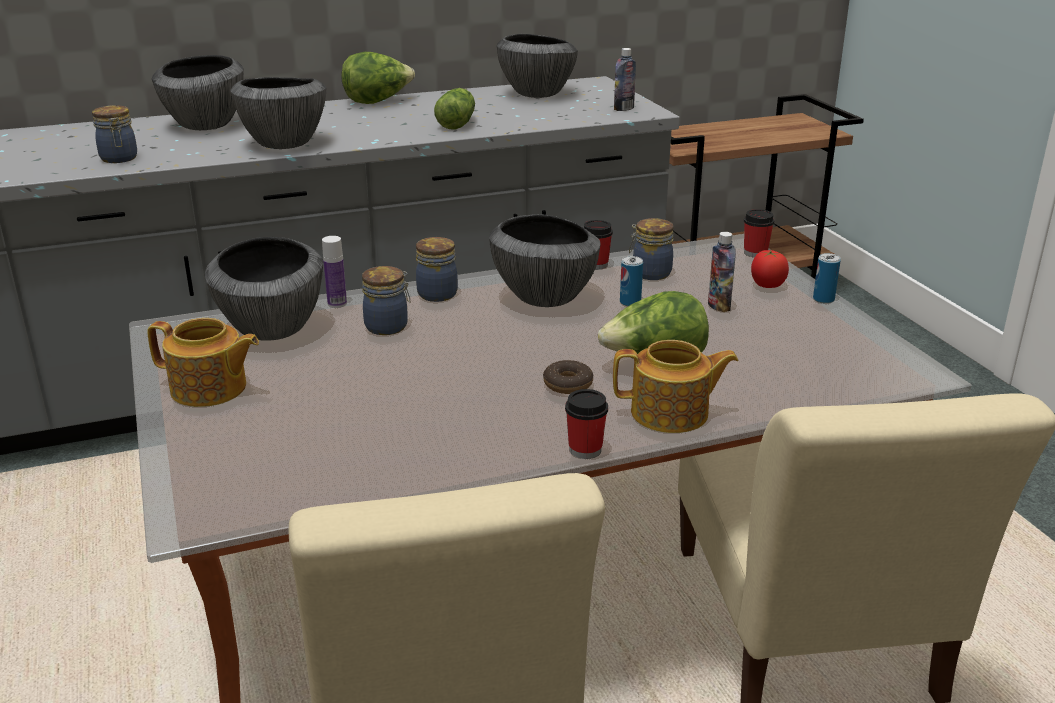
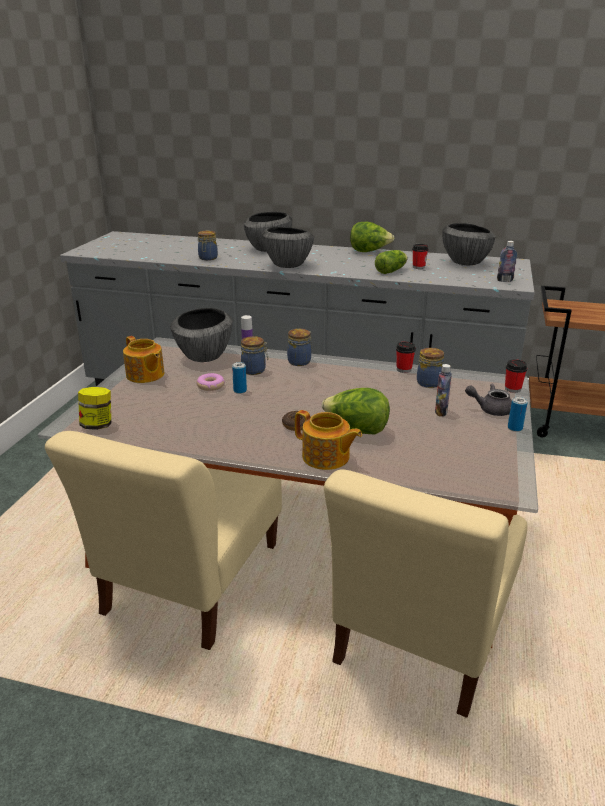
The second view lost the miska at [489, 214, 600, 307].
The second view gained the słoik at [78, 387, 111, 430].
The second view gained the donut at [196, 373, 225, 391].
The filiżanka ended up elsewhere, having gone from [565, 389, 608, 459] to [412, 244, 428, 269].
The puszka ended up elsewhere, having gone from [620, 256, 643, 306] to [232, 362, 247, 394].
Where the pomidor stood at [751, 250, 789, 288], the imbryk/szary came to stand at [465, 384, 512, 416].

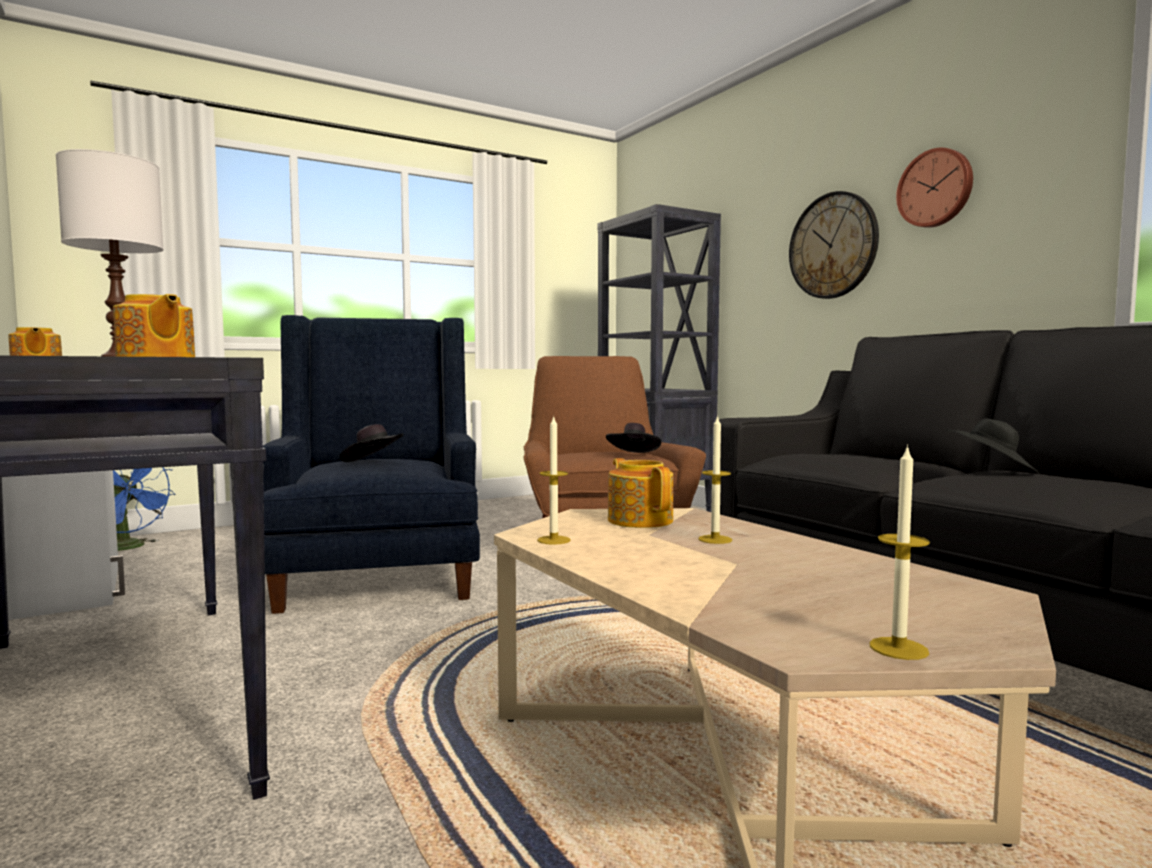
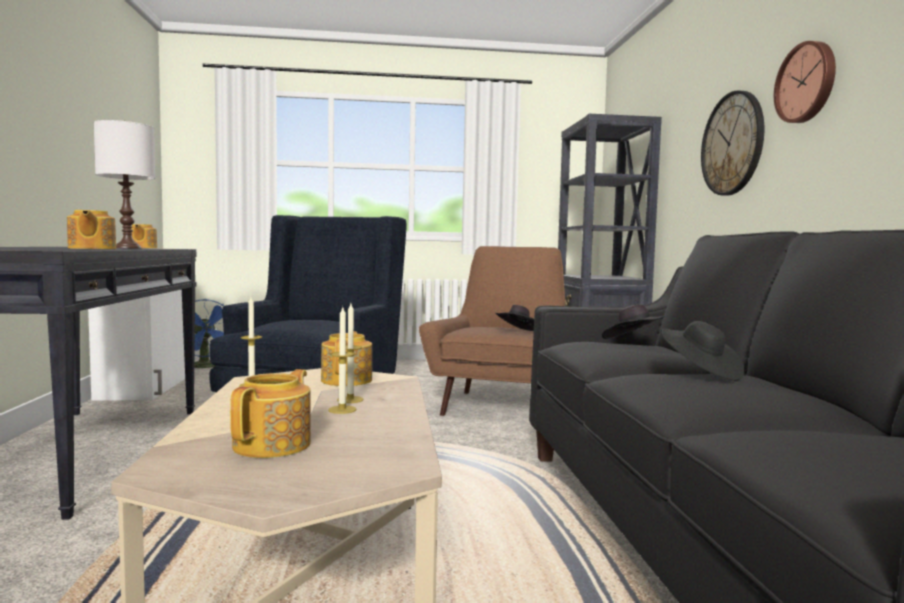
The second view gained the imbryk at [230, 369, 311, 458].
The kapelusz/czarny ended up elsewhere, having gone from [340, 424, 404, 462] to [602, 305, 666, 339].
The świeca ended up elsewhere, having gone from [869, 445, 930, 660] to [328, 307, 356, 414].

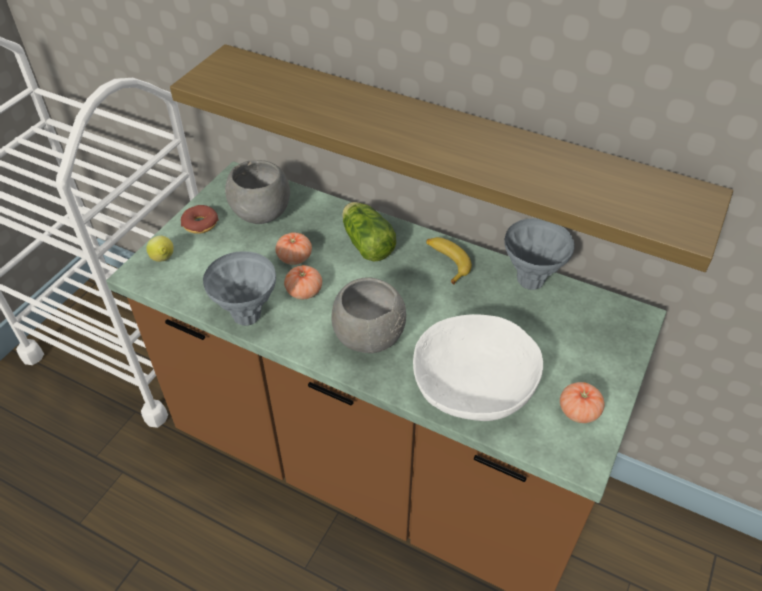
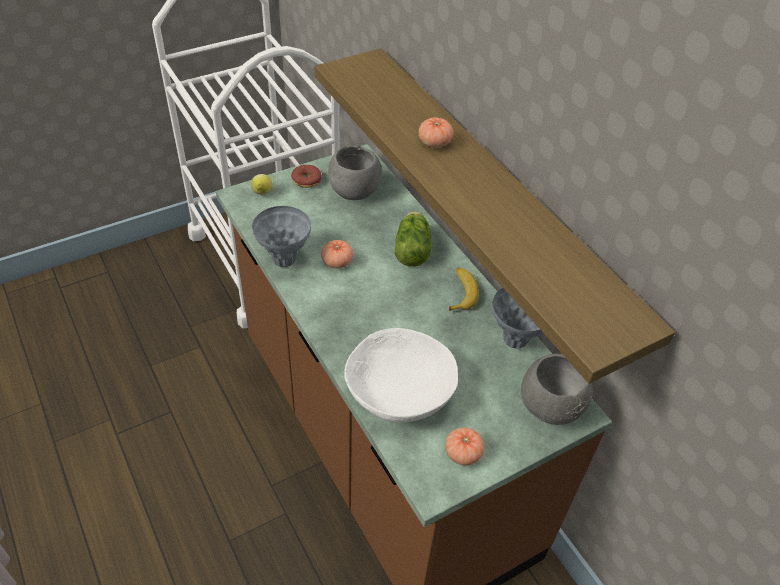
The pomidor ended up elsewhere, having gone from [275, 232, 312, 265] to [419, 117, 453, 148].
The miska/szary ended up elsewhere, having gone from [331, 277, 406, 353] to [521, 354, 593, 425].

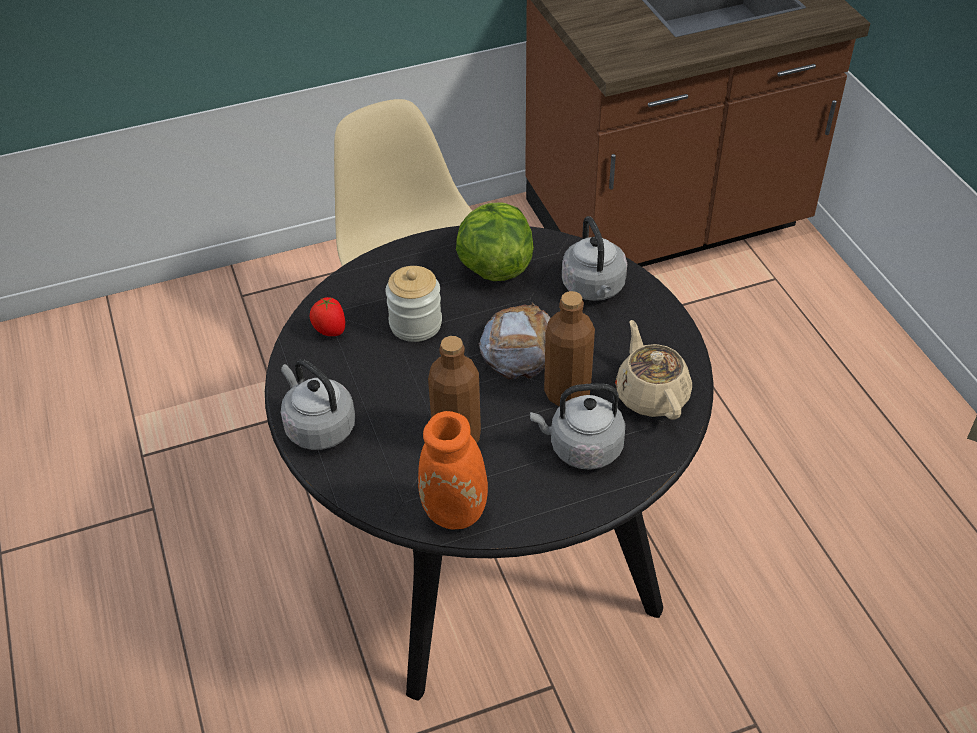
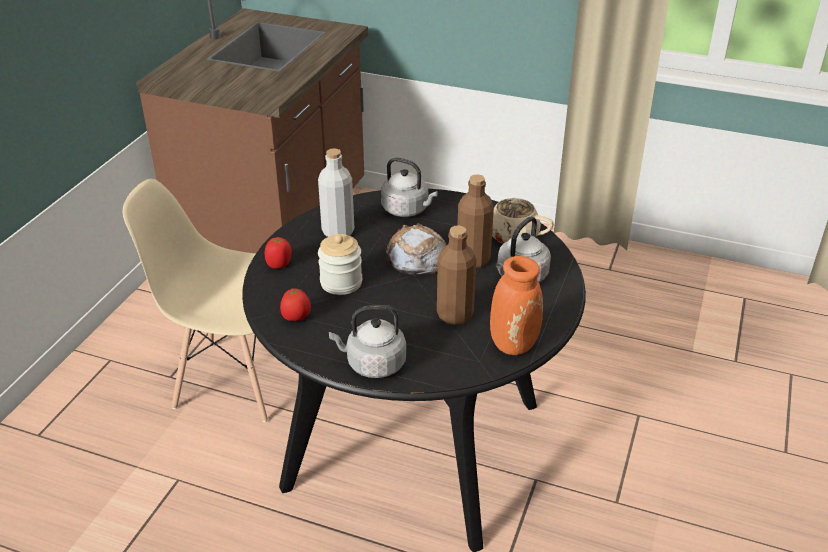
The second view gained the pomidor at [265, 237, 292, 269].
Where the sałata stood at [456, 202, 534, 281], the butelka/szary came to stand at [318, 148, 354, 237].

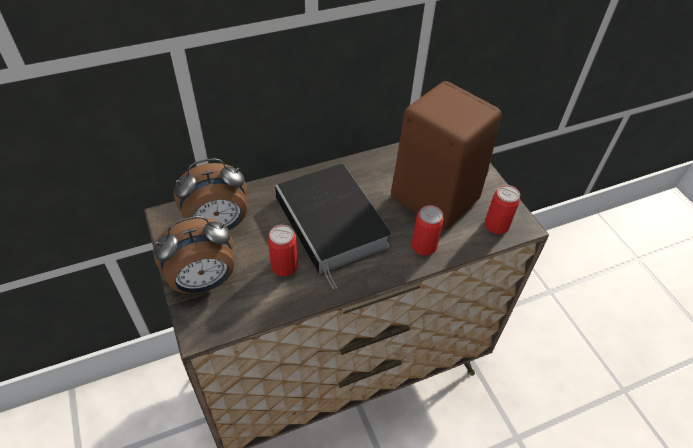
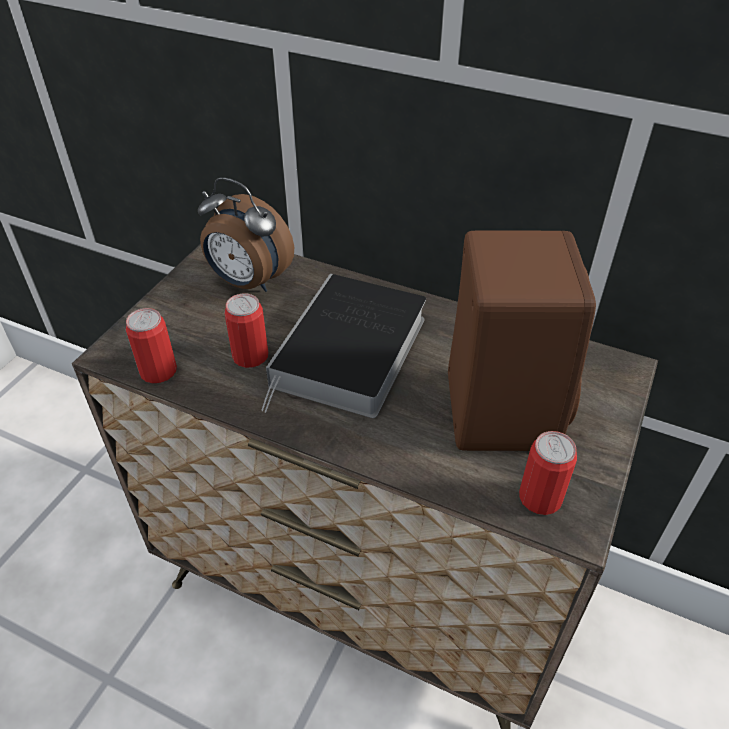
The second view lost the budzik at [153, 216, 234, 294].
The puszka ended up elsewhere, having gone from [411, 205, 444, 256] to [126, 308, 177, 383].

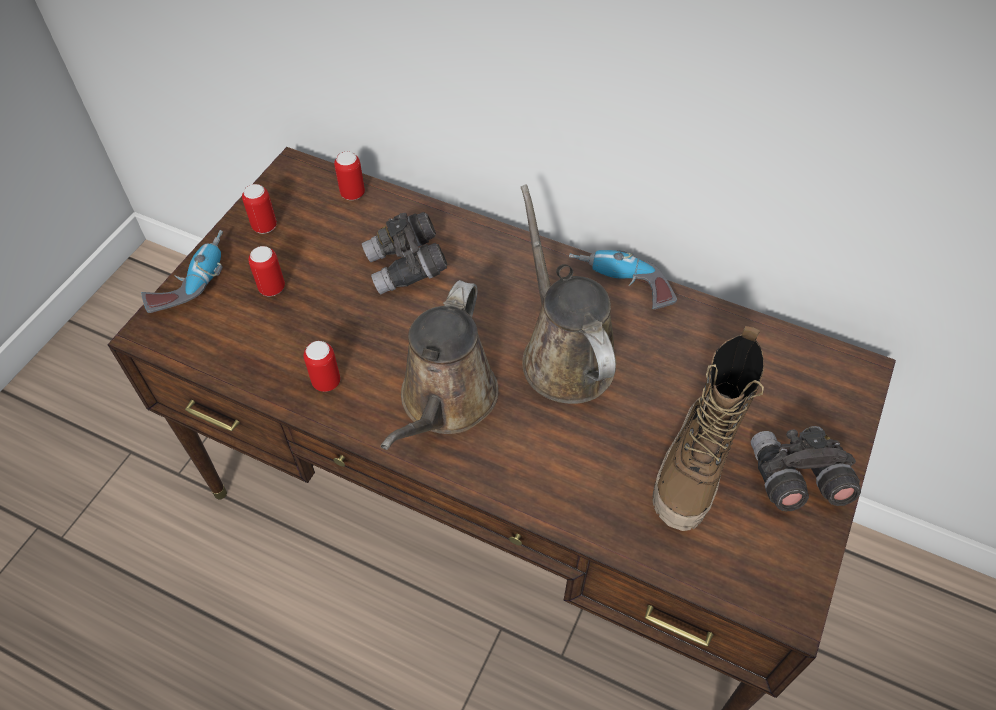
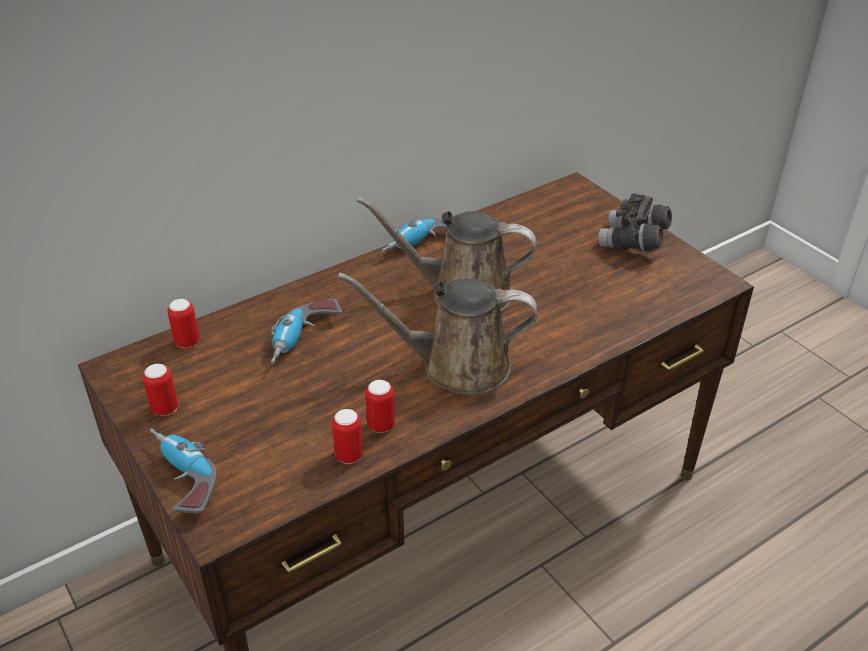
The second view lost the but z cholewką at [652, 326, 765, 531].
The puszka ended up elsewhere, having gone from [248, 246, 285, 296] to [332, 409, 363, 464].
Where the lornetka/szary stood at [362, 212, 448, 295], the wiertarka came to stand at [270, 298, 342, 364].
The konewka/brązowy at [380, 280, 499, 450] ended up facing another way, 135 degrees clockwise from before.

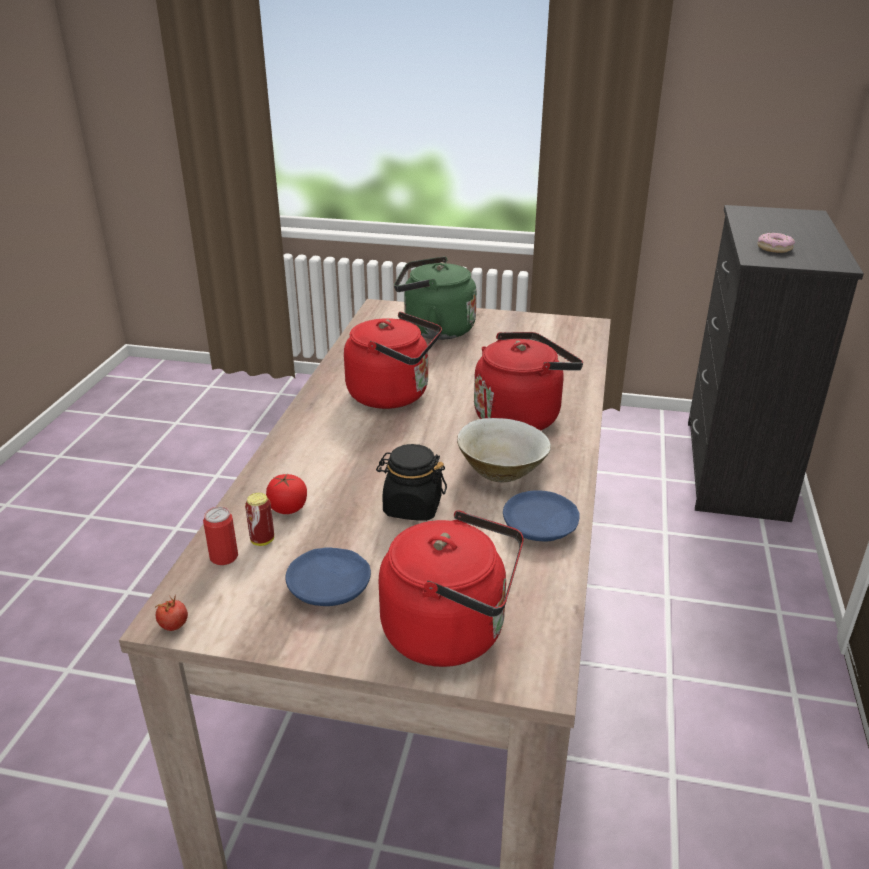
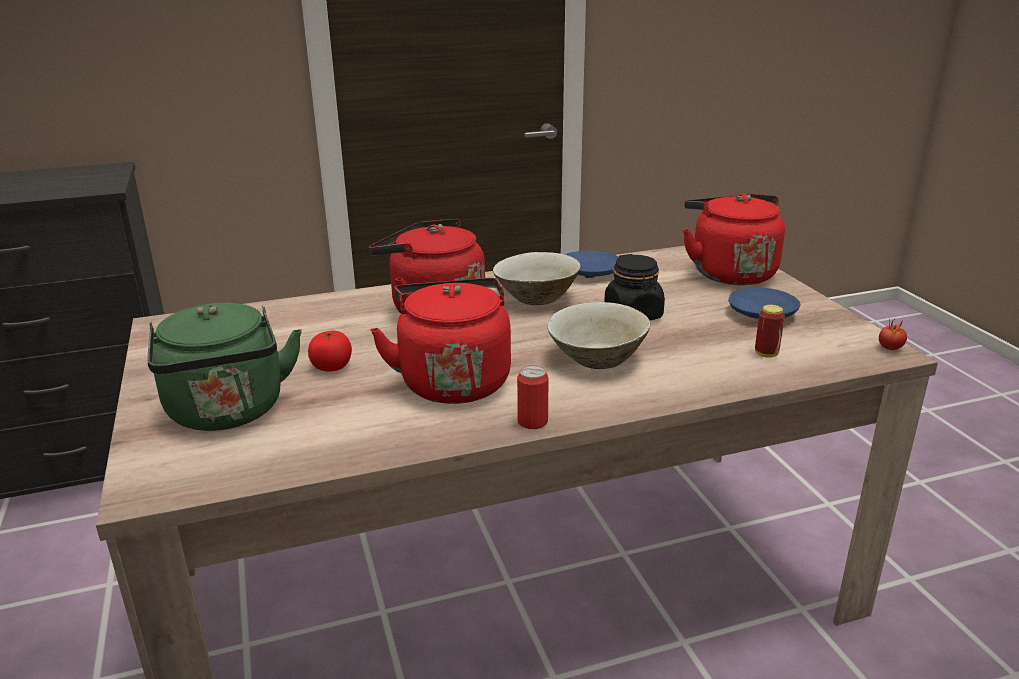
The second view lost the donut at [758, 233, 795, 253].
The second view gained the miska/beżowy at [548, 302, 651, 369].
The puszka ended up elsewhere, having gone from [203, 507, 238, 565] to [517, 365, 549, 429].
The pomidor ended up elsewhere, having gone from [266, 474, 307, 514] to [308, 331, 352, 372].

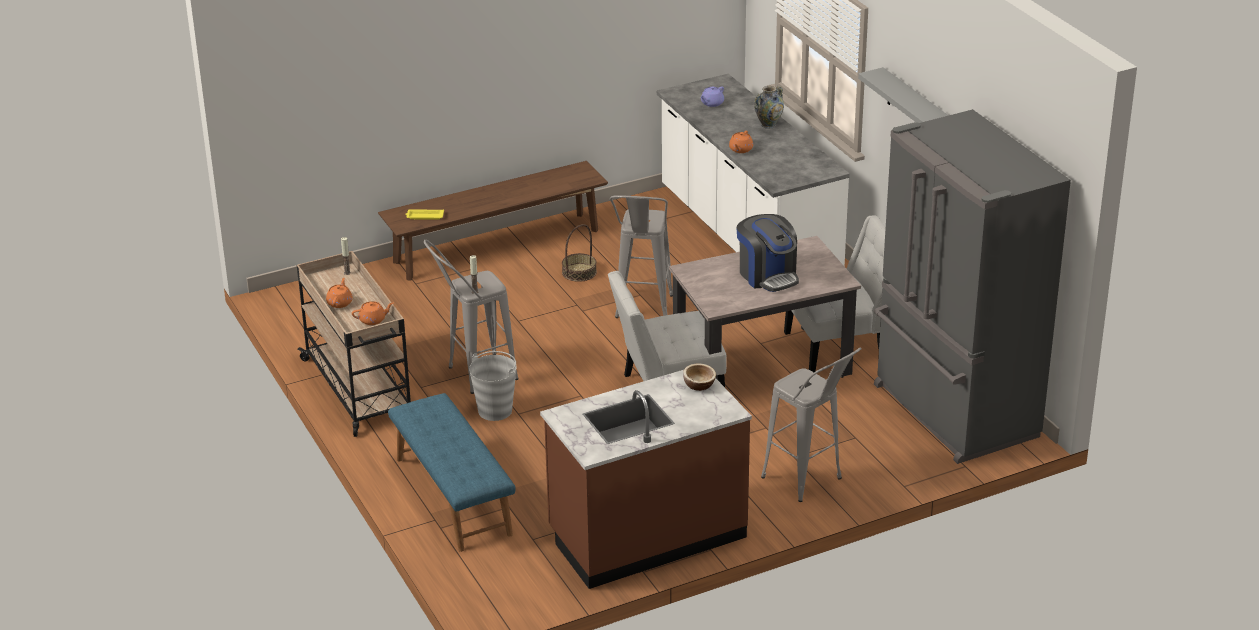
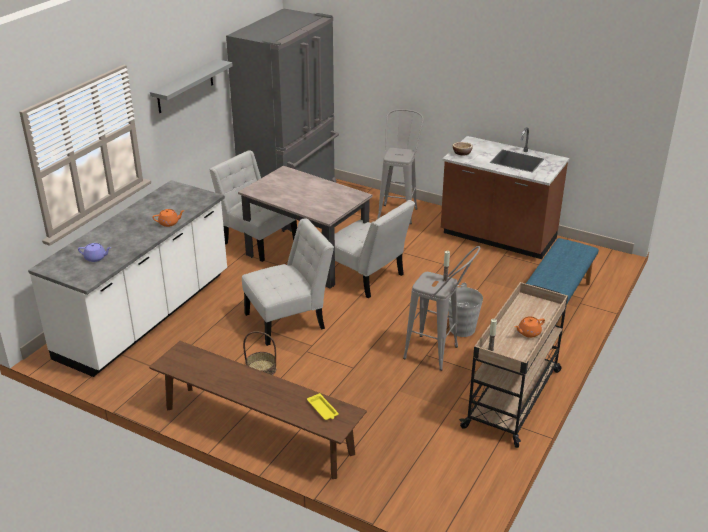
The second view lost the imbryk/pomarańczowy at [352, 301, 393, 325].
The second view lost the ekspres do kawy at [737, 214, 799, 292].
The second view lost the wazon at [754, 86, 784, 129].
Where the stołek/szary stood at [610, 195, 673, 318], the krzesło/biały came to stand at [242, 218, 334, 346].

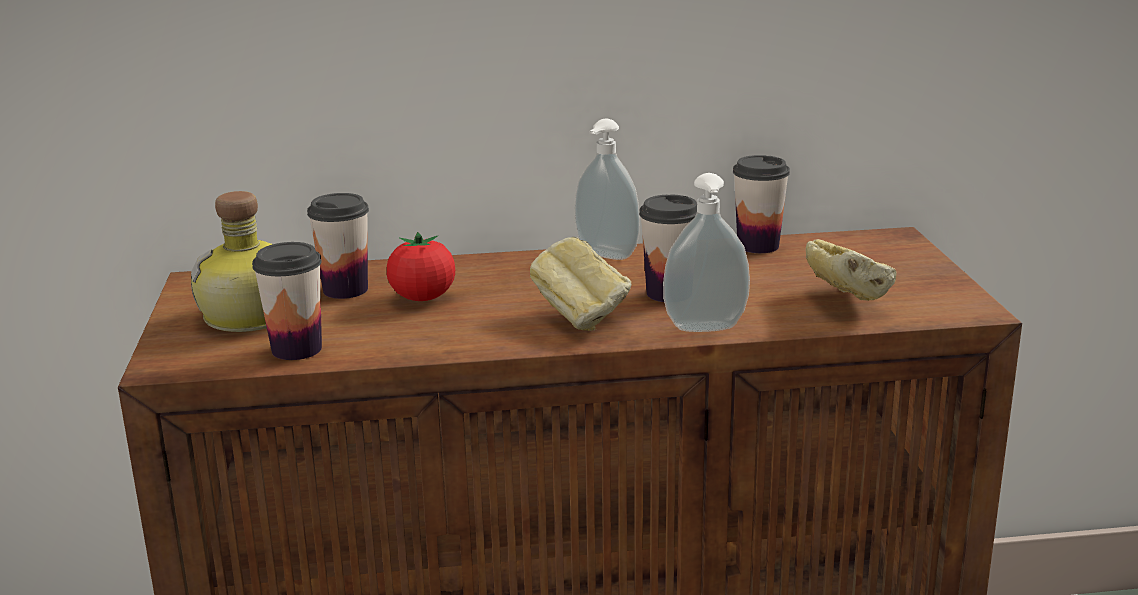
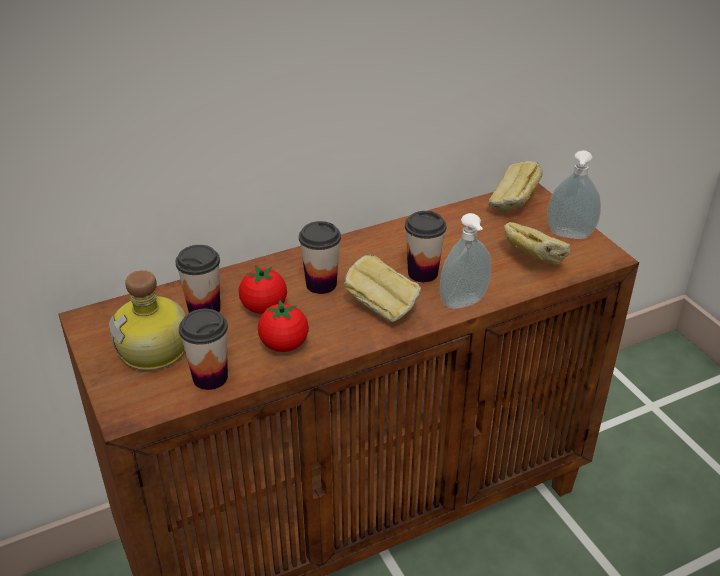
The second view gained the pomidor at [258, 300, 309, 352].
The second view gained the chleb at [488, 161, 543, 213].
The dozownik mydła ended up elsewhere, having gone from [574, 119, 640, 260] to [547, 150, 601, 239].
The filiżanka ended up elsewhere, having gone from [733, 155, 790, 253] to [299, 221, 341, 294].

